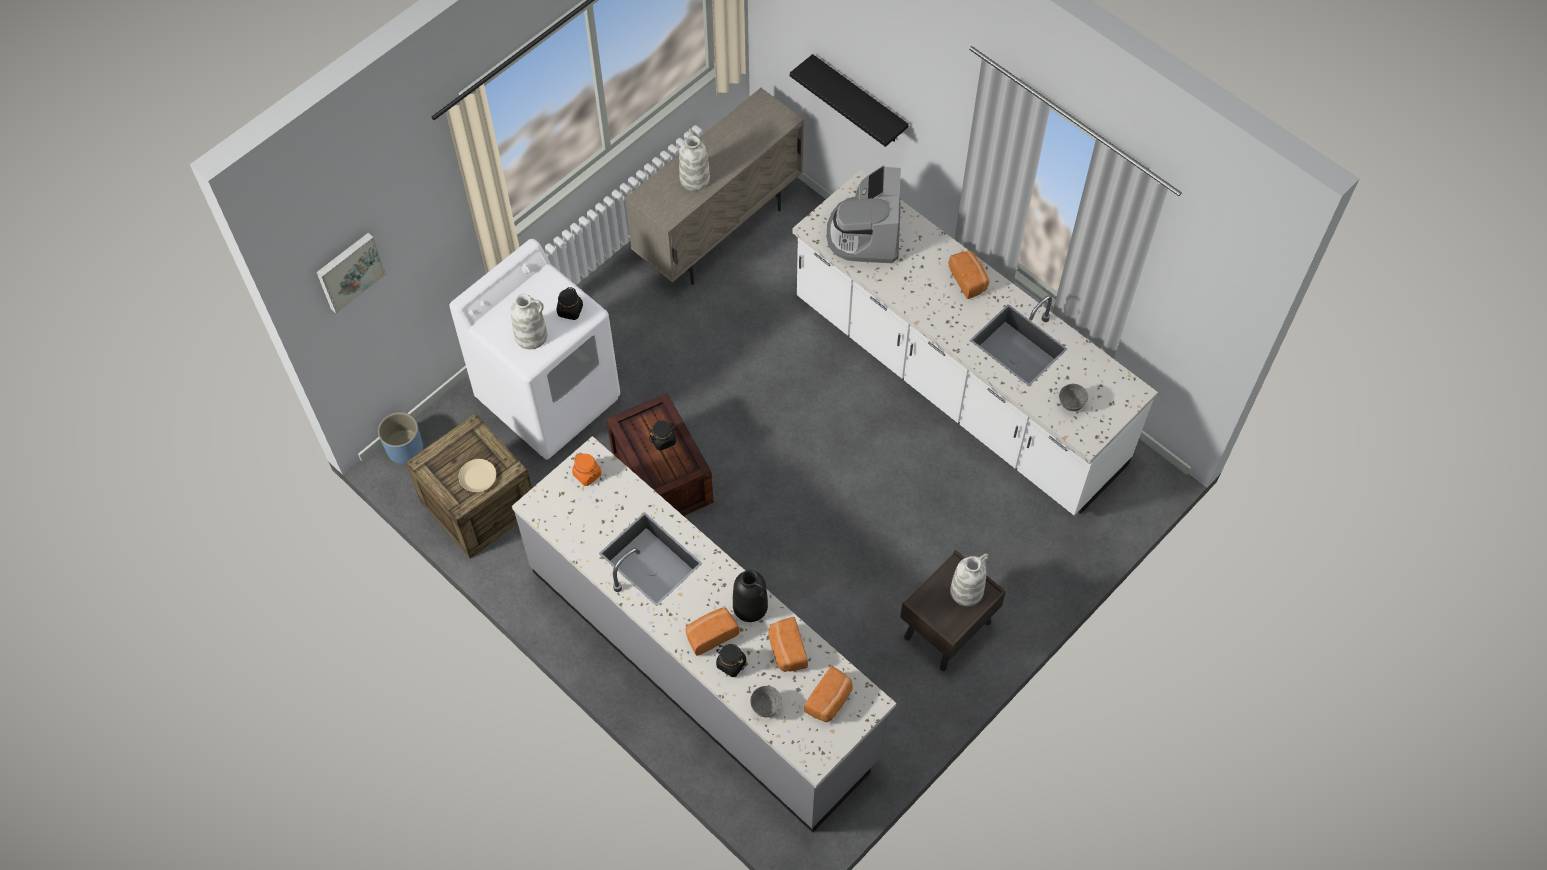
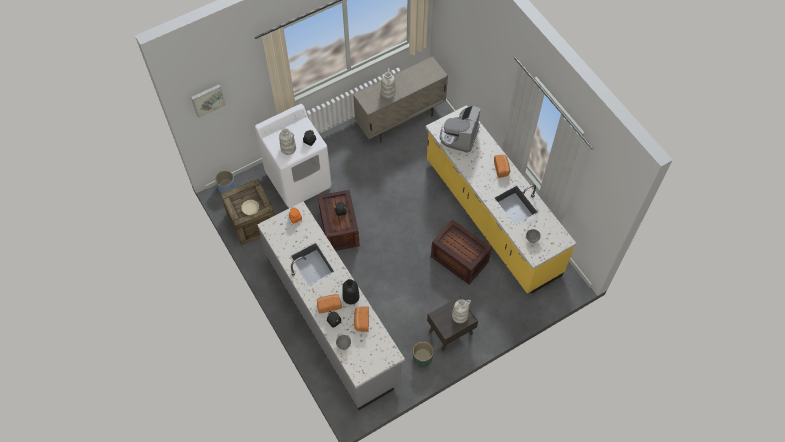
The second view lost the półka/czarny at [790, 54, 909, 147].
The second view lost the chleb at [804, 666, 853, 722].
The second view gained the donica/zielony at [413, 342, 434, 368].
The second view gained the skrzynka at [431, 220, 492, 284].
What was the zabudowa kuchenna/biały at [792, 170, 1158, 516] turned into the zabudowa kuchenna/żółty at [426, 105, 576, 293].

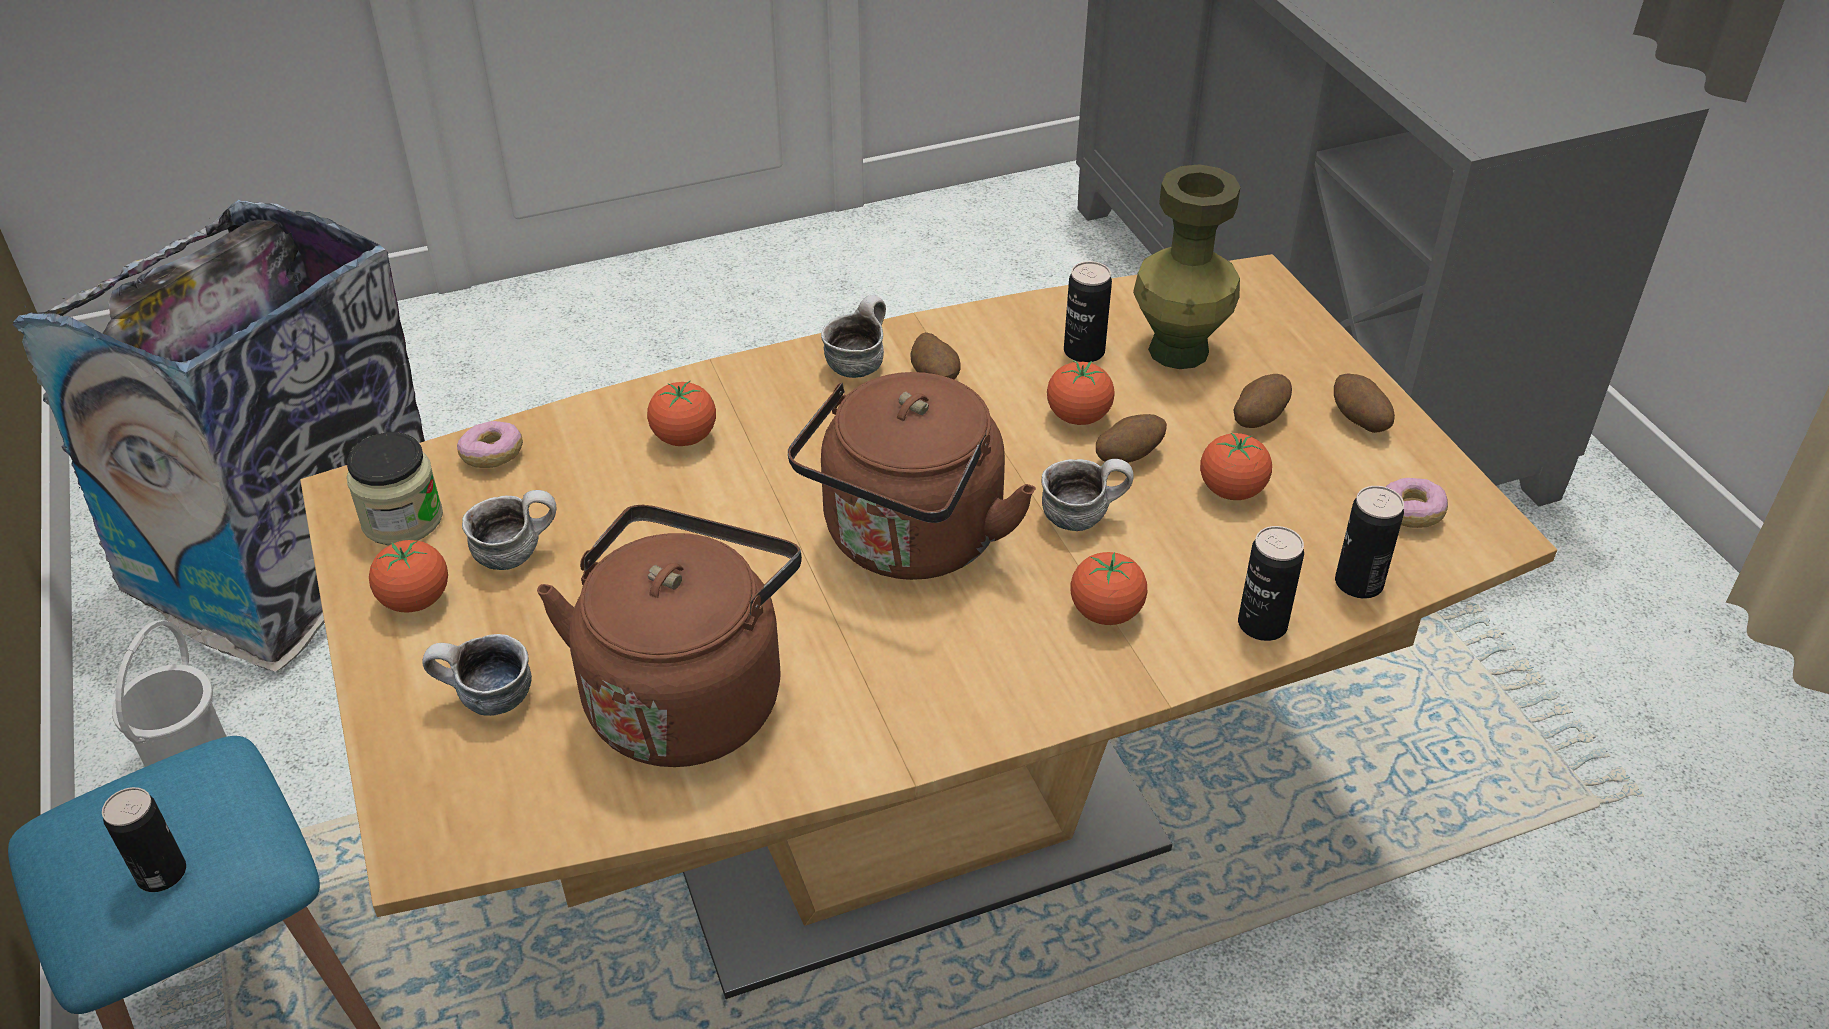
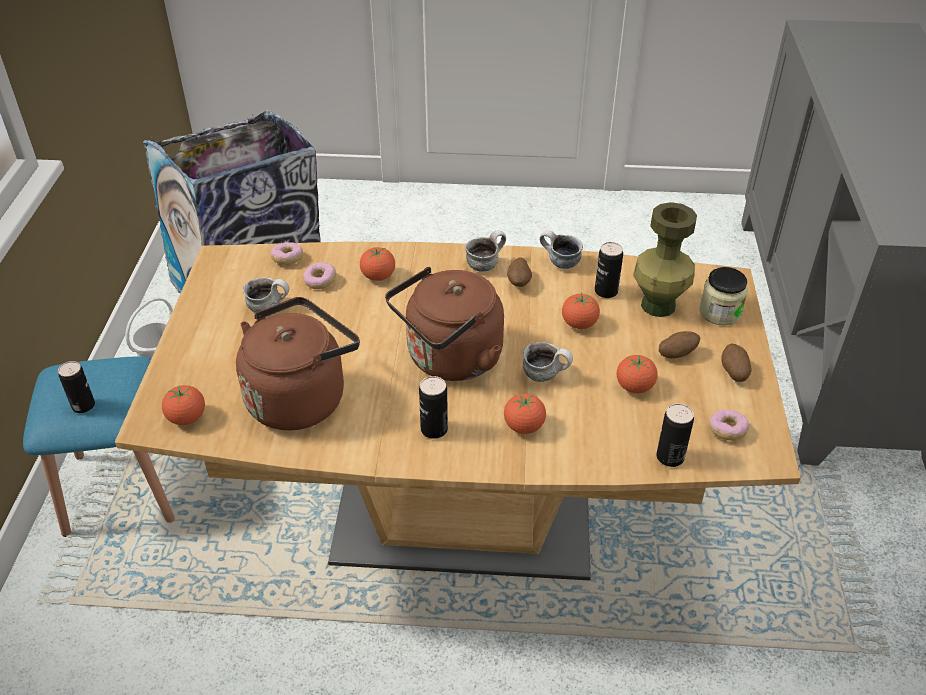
The second view lost the ziemniak at [1096, 414, 1167, 463].
The second view gained the donut at [303, 262, 336, 289].
The słoik ended up elsewhere, having gone from [347, 432, 443, 545] to [700, 267, 748, 326].
The pomidor ended up elsewhere, having gone from [369, 540, 448, 613] to [162, 385, 205, 425].
The kubek ended up elsewhere, having gone from [422, 634, 532, 716] to [540, 230, 583, 269].
The puszka ended up elsewhere, having gone from [1238, 526, 1304, 641] to [419, 376, 448, 439].

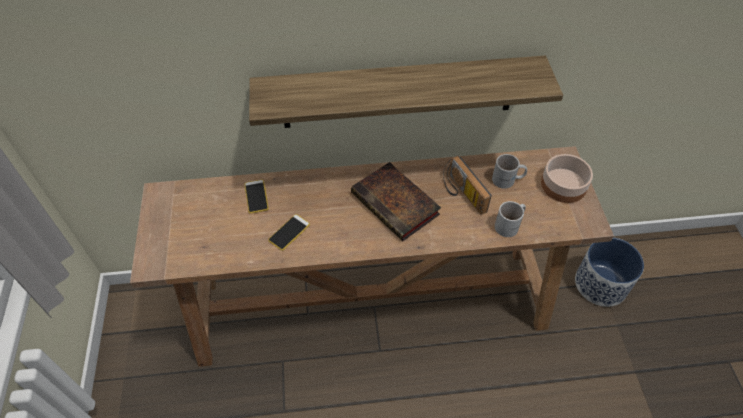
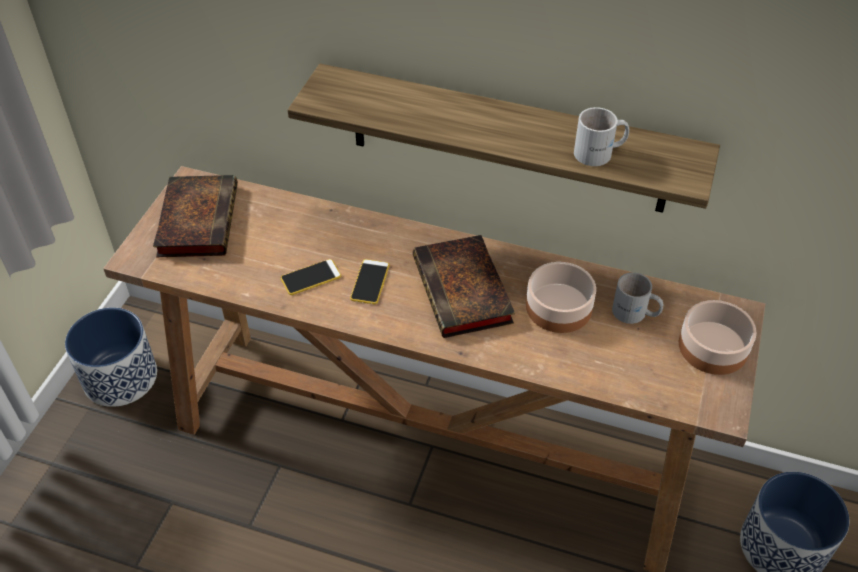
The second view gained the donica at [65, 308, 157, 407].
The second view gained the książka at [153, 175, 238, 257].
The telefon ended up elsewhere, having gone from [244, 180, 269, 214] to [350, 259, 390, 304].
The kubek/biały ended up elsewhere, having gone from [495, 201, 526, 237] to [574, 107, 629, 166].
Where the radio stood at [443, 156, 492, 215], the miska came to stand at [526, 262, 596, 333].

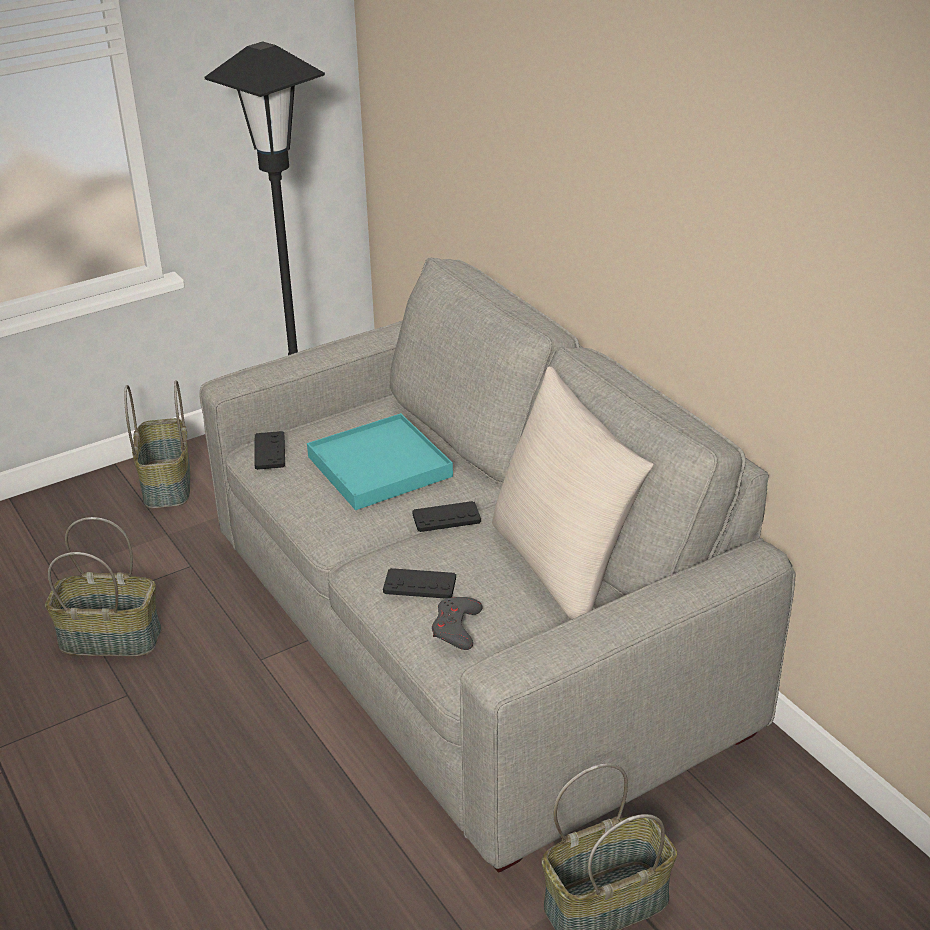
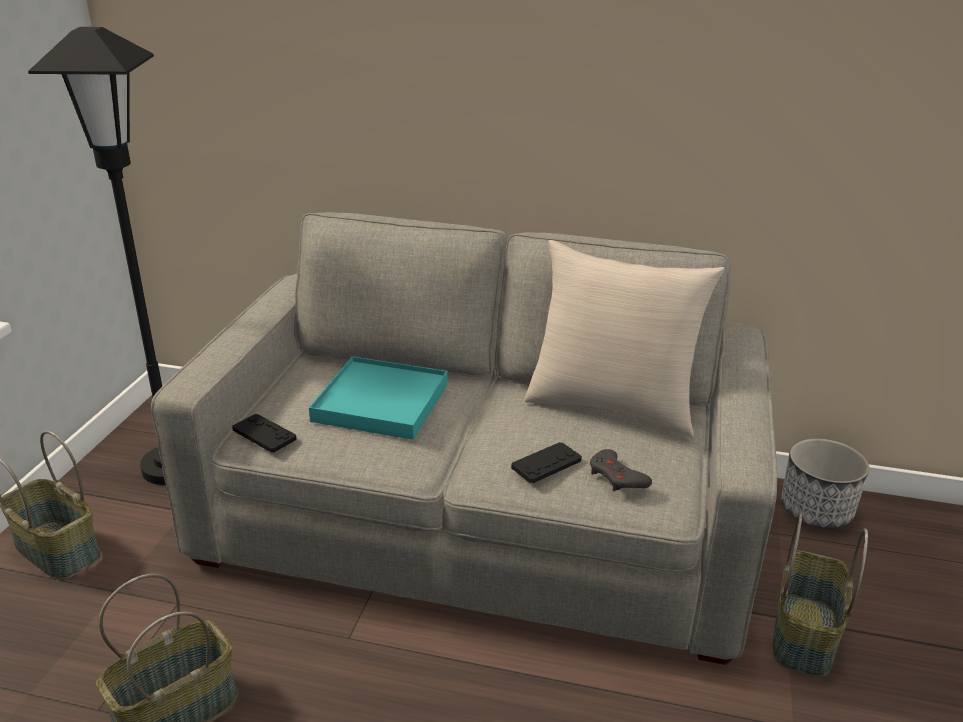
The second view lost the pad do gier/czarny at [412, 501, 481, 532].
The second view gained the donica at [781, 438, 869, 528].

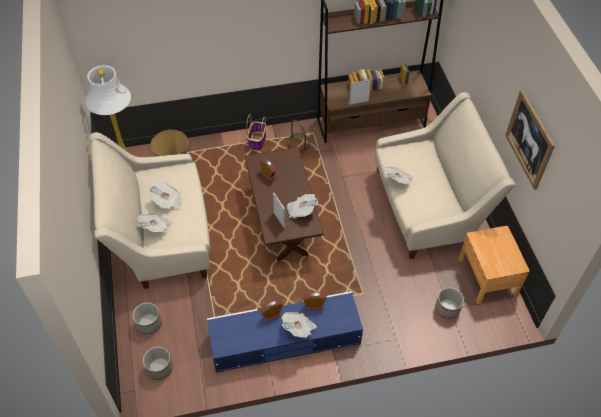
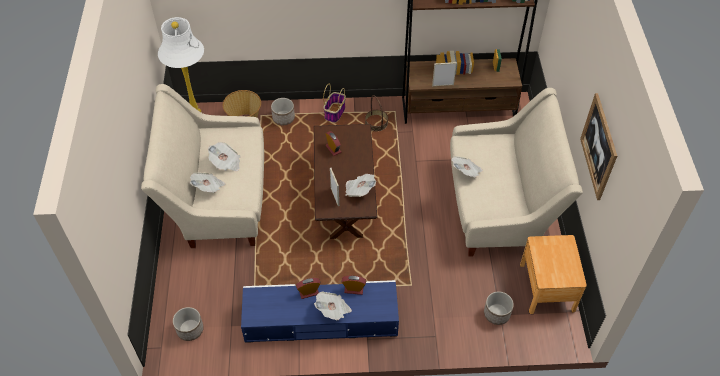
The donica ended up elsewhere, having gone from [132, 302, 162, 334] to [271, 98, 295, 125].

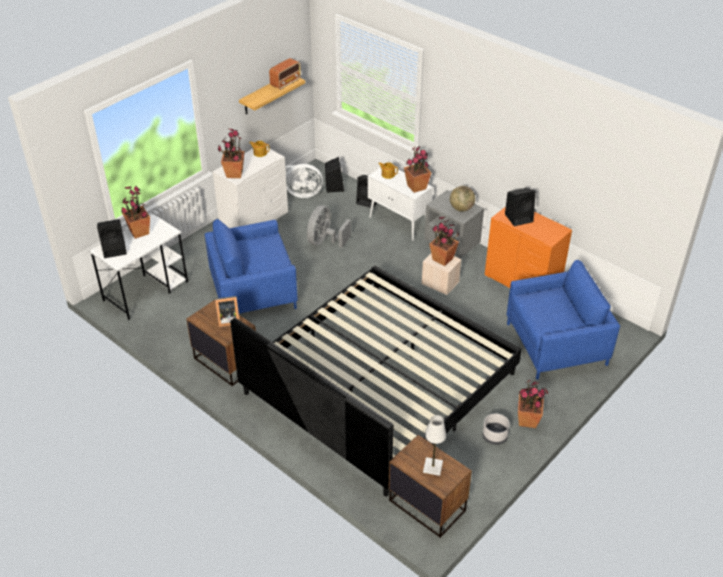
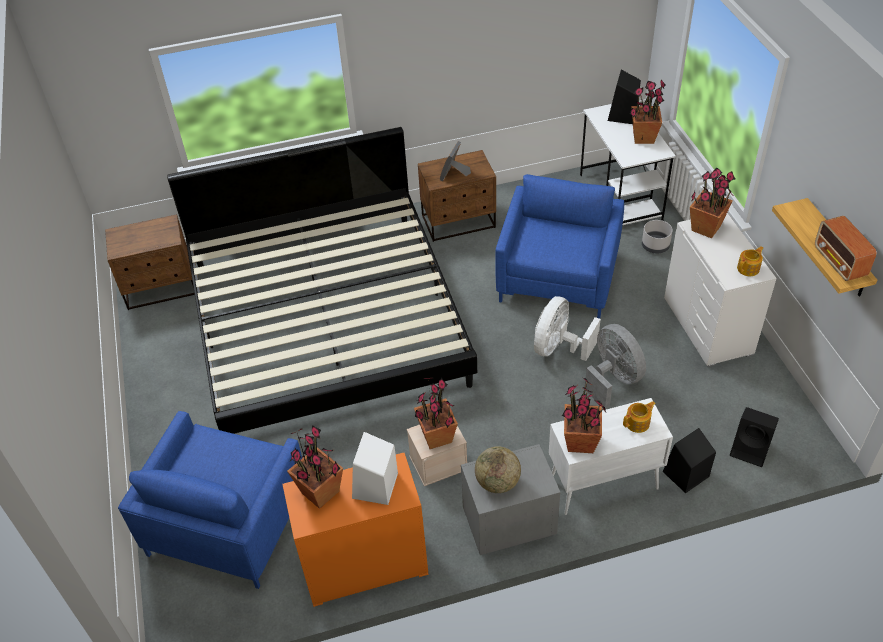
The second view lost the lampa stołowa/biały at [423, 415, 446, 476].
The wentylator/biały ended up elsewhere, having gone from [286, 164, 323, 198] to [534, 296, 601, 361].
The donica/szary ended up elsewhere, having gone from [482, 414, 510, 445] to [642, 220, 673, 253].
The roślina doniczkowa ended up elsewhere, having gone from [518, 380, 548, 428] to [287, 425, 343, 509].
What was the głośnik/czarny at [505, 188, 536, 226] turned into the głośnik/biały at [352, 432, 398, 505].

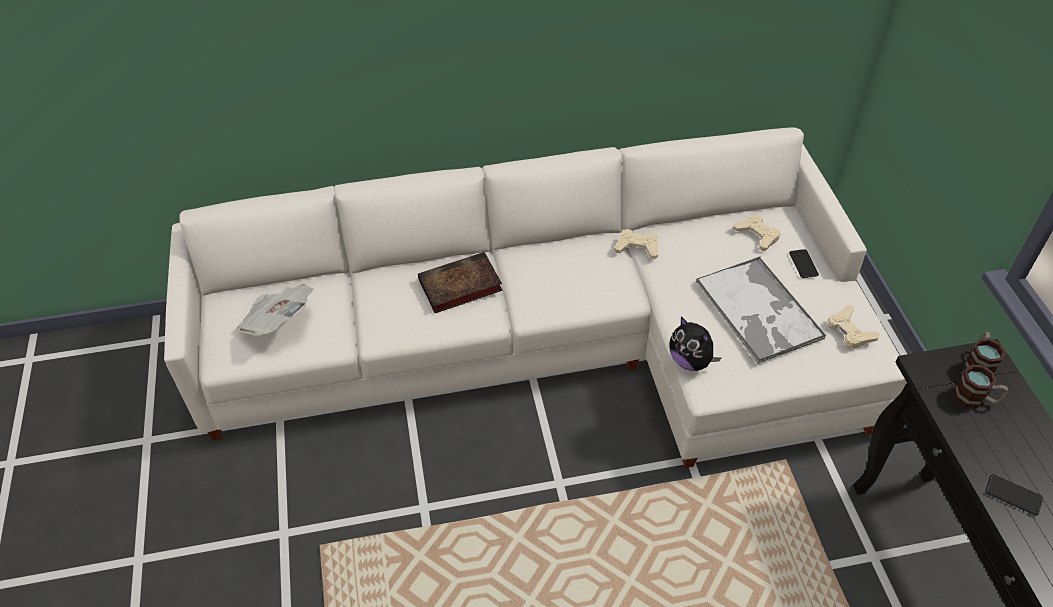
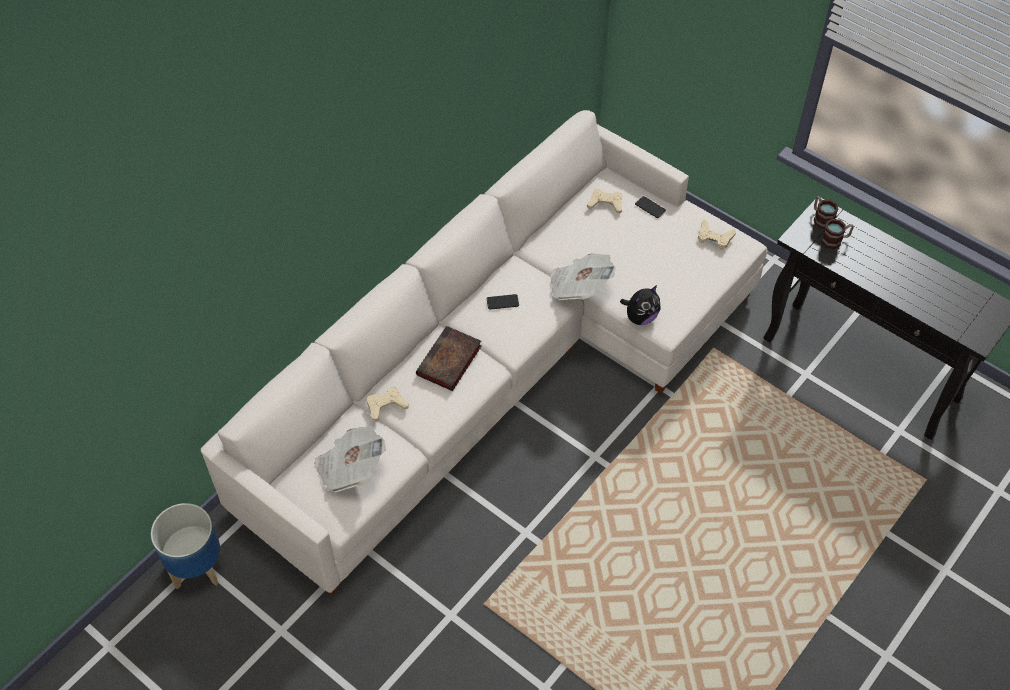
The second view lost the taca at [696, 256, 826, 364].
The second view gained the donica at [151, 503, 220, 589].
The second view gained the gazeta at [550, 253, 615, 300].
The pad do gier/beżowy ended up elsewhere, having gone from [614, 229, 658, 259] to [367, 387, 409, 422].
The telefon ended up elsewhere, having gone from [985, 474, 1043, 516] to [487, 294, 519, 310].
The pluszak at [669, 316, 721, 371] ended up facing another way, 45 degrees counterclockwise from before.

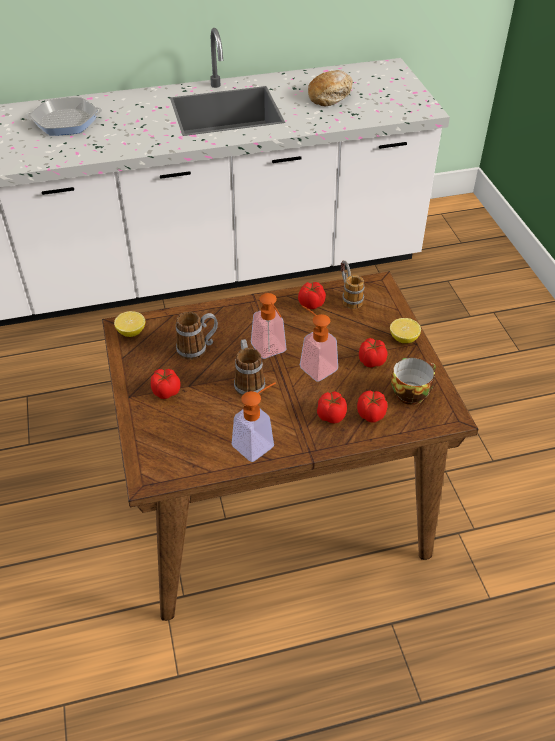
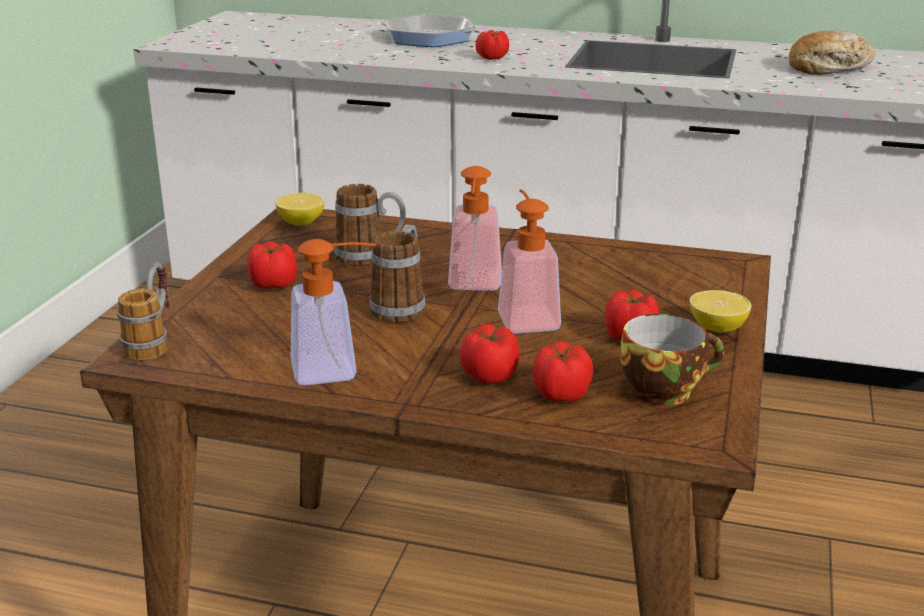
The pomidor ended up elsewhere, having gone from [298, 282, 326, 309] to [475, 30, 509, 60].
The kubek ended up elsewhere, having gone from [341, 261, 365, 309] to [117, 262, 170, 361].

